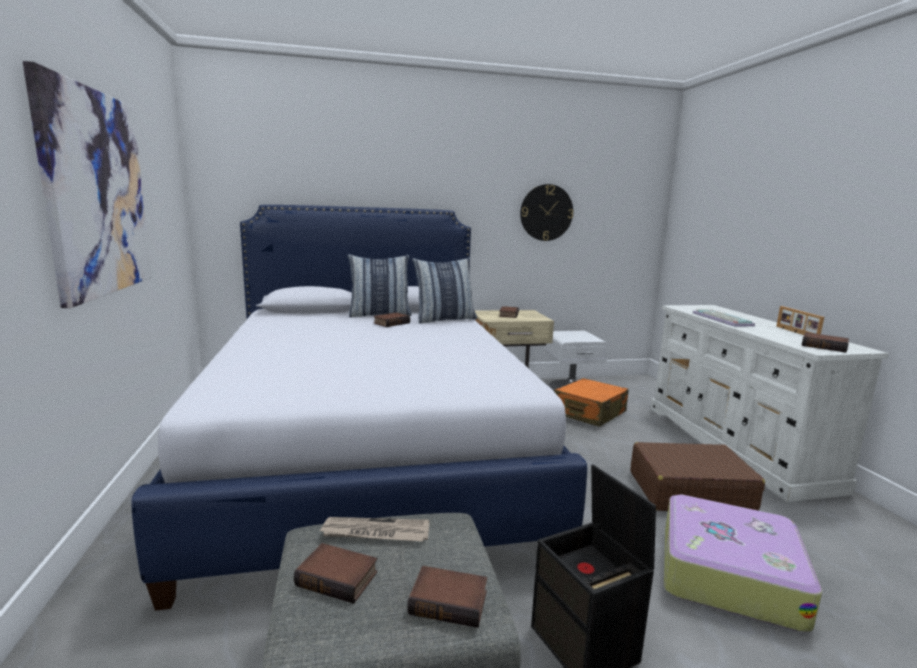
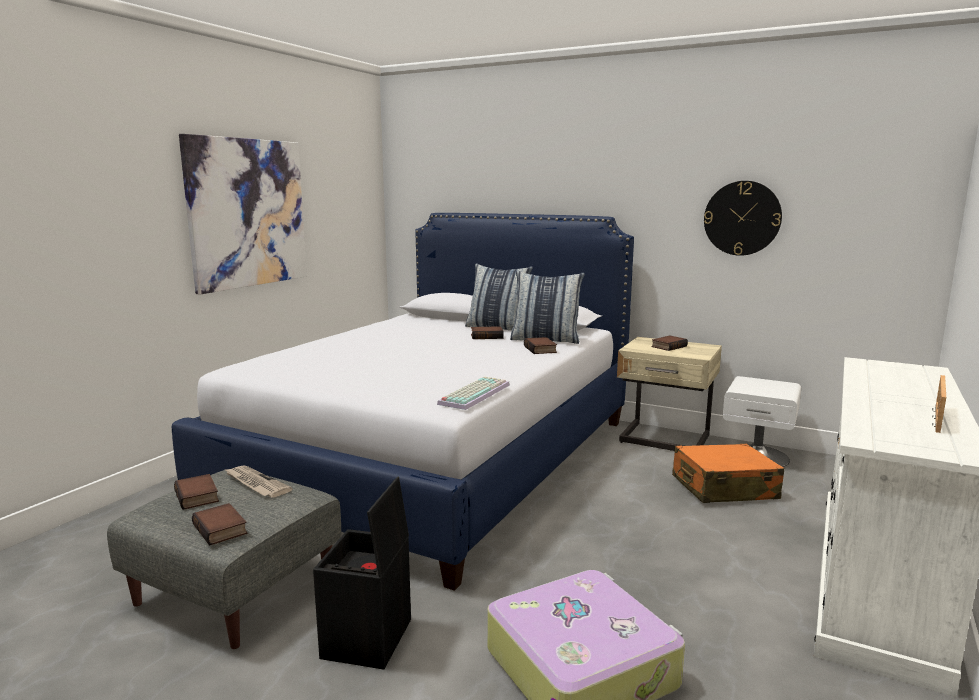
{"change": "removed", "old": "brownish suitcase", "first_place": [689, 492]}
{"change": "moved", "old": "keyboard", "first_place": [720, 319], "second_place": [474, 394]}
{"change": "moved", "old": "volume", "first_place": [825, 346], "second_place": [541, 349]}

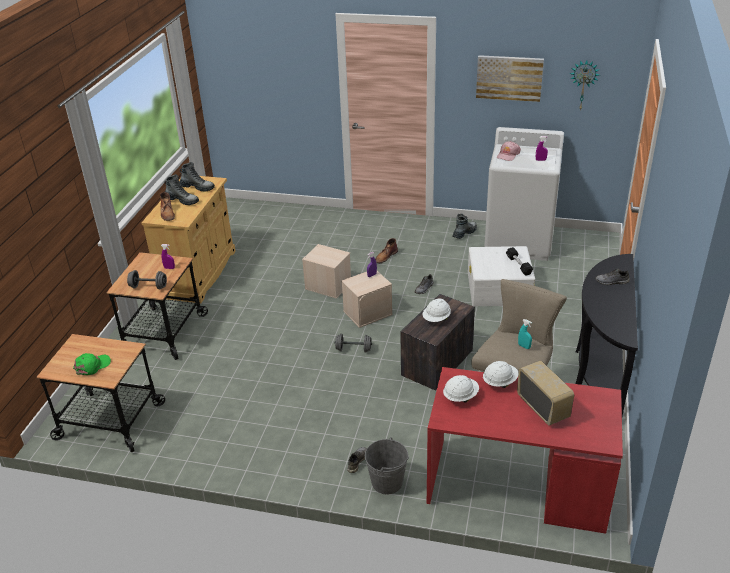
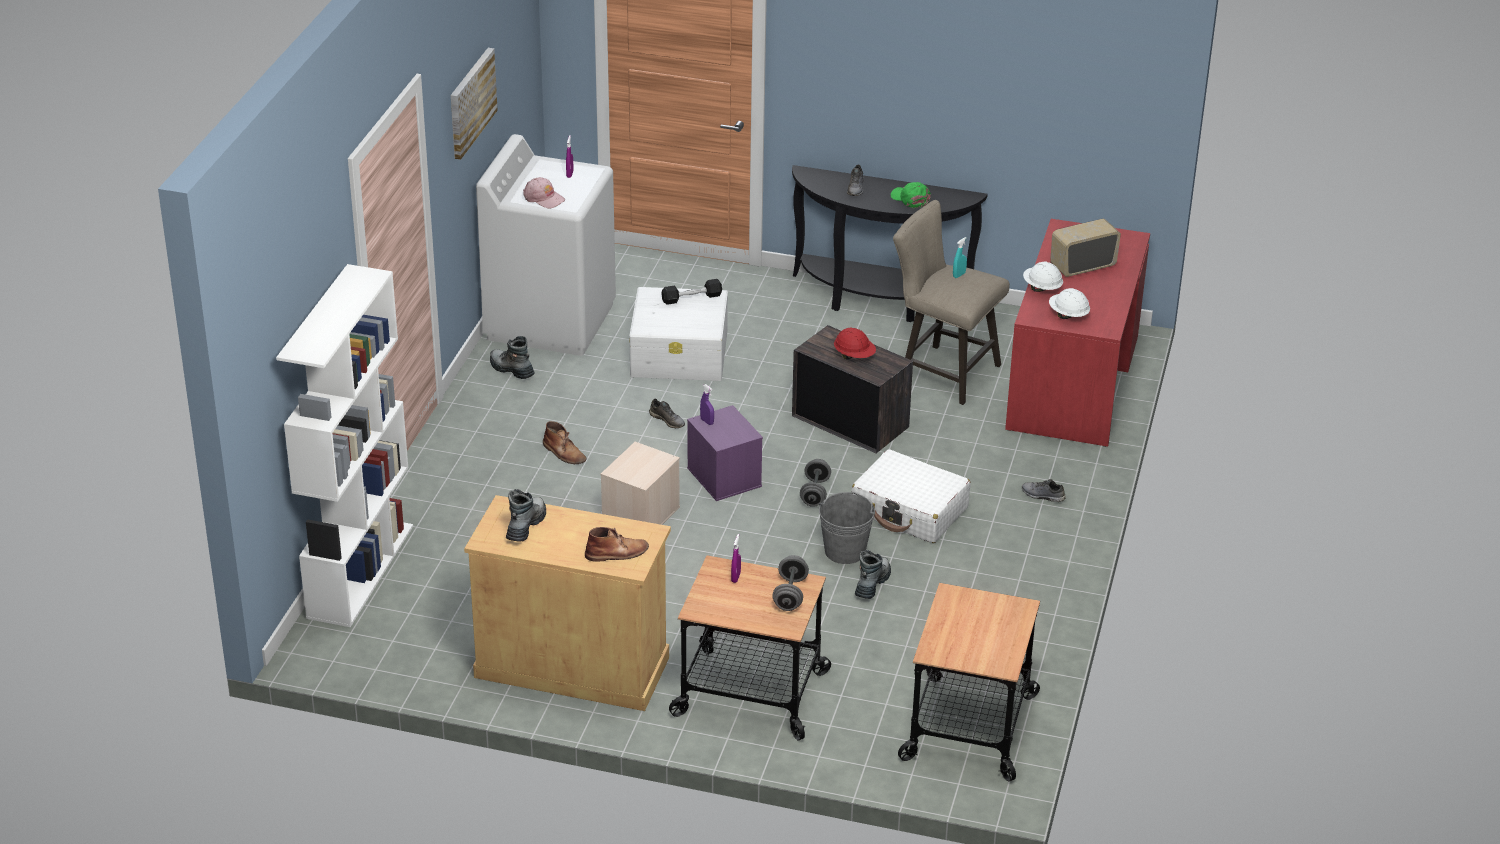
{"change": "removed", "old": "hanging clock", "first_place": [583, 84]}
{"change": "added", "new": "white-coloured bookshelf", "second_place": [360, 570]}
{"change": "added", "new": "white-coloured suitcase", "second_place": [910, 510]}
{"change": "moved", "old": "green cap", "first_place": [92, 366], "second_place": [910, 199]}
{"change": "moved", "old": "high-top boot", "first_place": [182, 200], "second_place": [872, 583]}
{"change": "moved", "old": "gray bucket", "first_place": [387, 482], "second_place": [845, 551]}
{"change": "recoloured", "old": "beige storage bin", "new": "purple storage bin", "first_place": [368, 312], "second_place": [723, 477]}
{"change": "recoloured", "old": "white-coloured safety helmet", "new": "red-coloured safety helmet", "first_place": [436, 319], "second_place": [854, 356]}

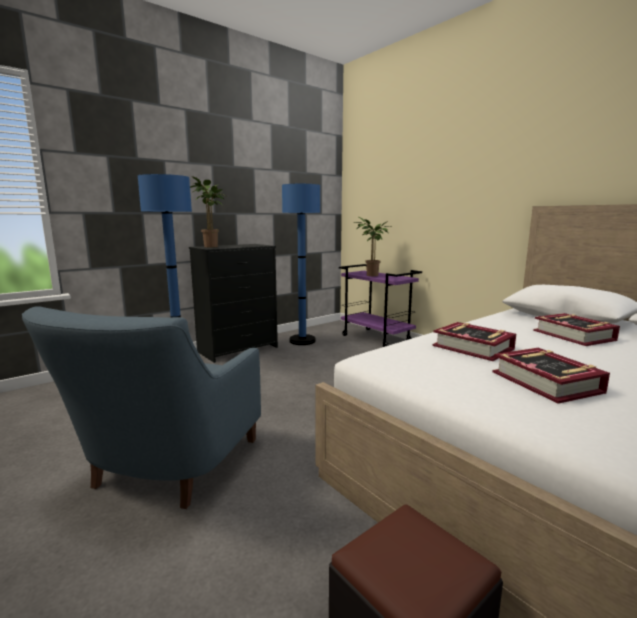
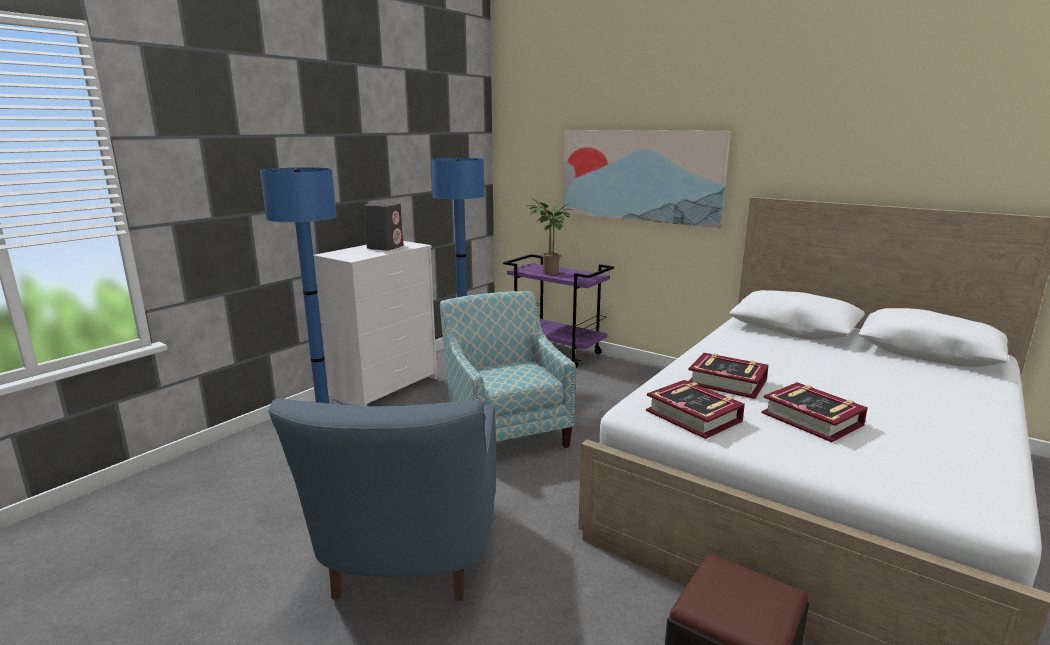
{"change": "removed", "old": "potted plant", "first_place": [211, 247]}
{"change": "added", "new": "gray speaker", "second_place": [385, 247]}
{"change": "added", "new": "armchair", "second_place": [506, 431]}
{"change": "added", "new": "wall art", "second_place": [639, 175]}
{"change": "moved", "old": "volume", "first_place": [574, 335], "second_place": [693, 416]}
{"change": "recoloured", "old": "blackish drawer chest", "new": "white-coloured drawer chest", "first_place": [238, 349], "second_place": [385, 387]}

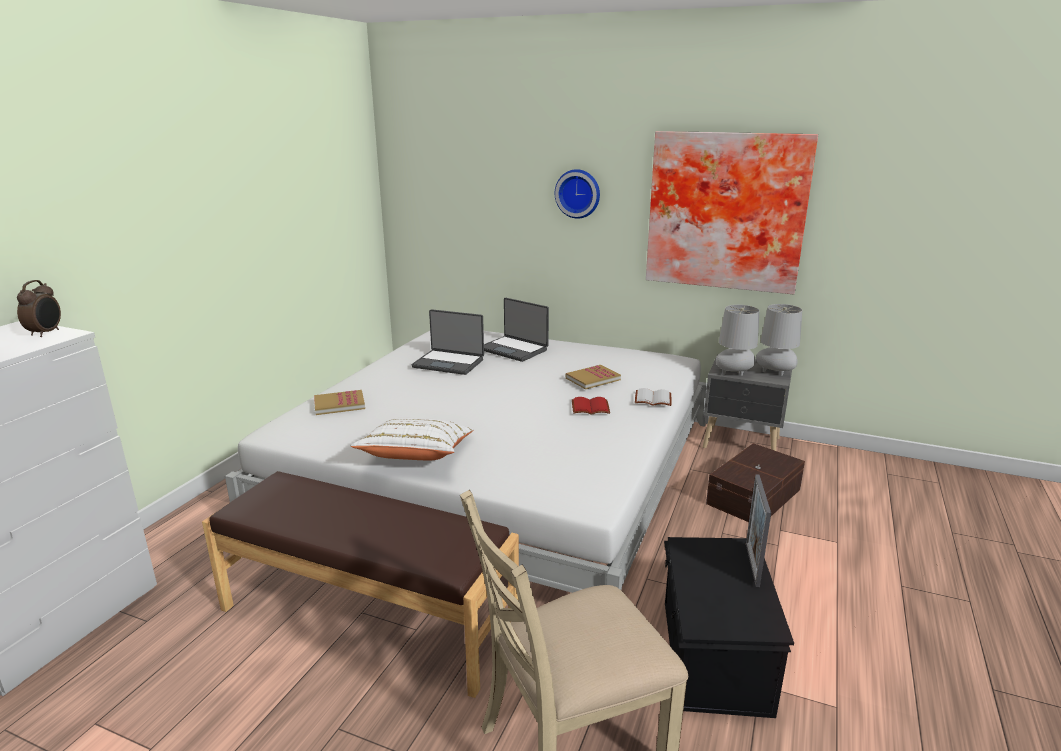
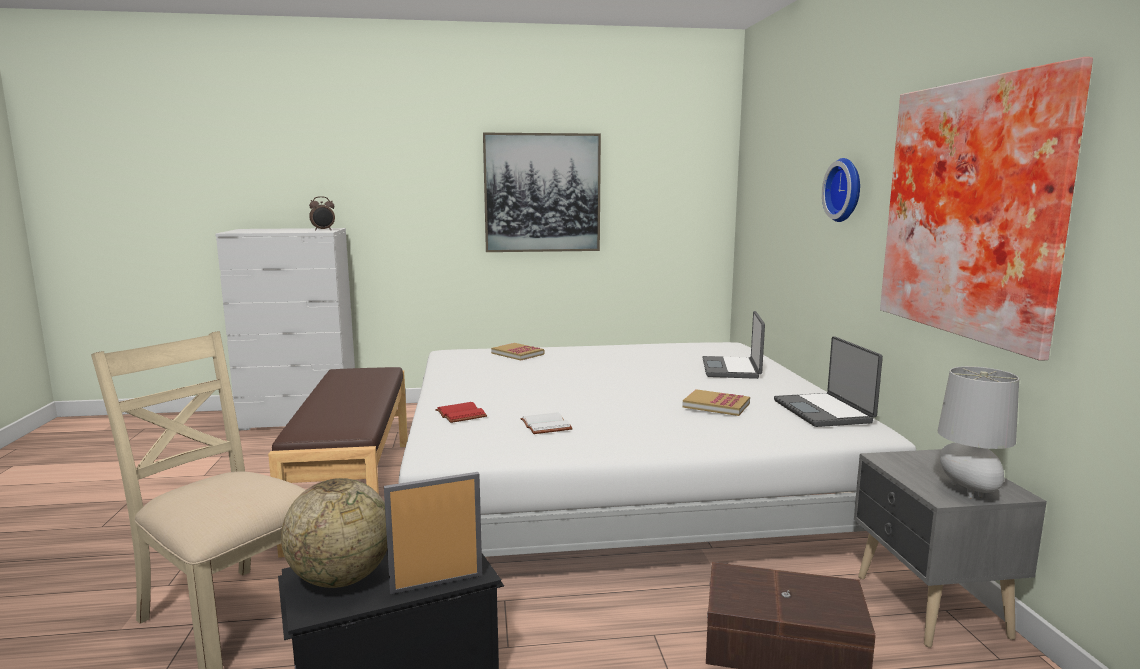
{"change": "removed", "old": "white-coloured cushion", "first_place": [416, 457]}
{"change": "removed", "old": "gray table lamp", "first_place": [734, 374]}
{"change": "added", "new": "desk globe", "second_place": [341, 579]}
{"change": "added", "new": "wall art", "second_place": [542, 193]}
{"change": "moved", "old": "notebook computer", "first_place": [449, 363], "second_place": [824, 411]}
{"change": "moved", "old": "red-coloured volume", "first_place": [589, 408], "second_place": [459, 414]}
{"change": "moved", "old": "white-coloured volume", "first_place": [653, 399], "second_place": [547, 425]}

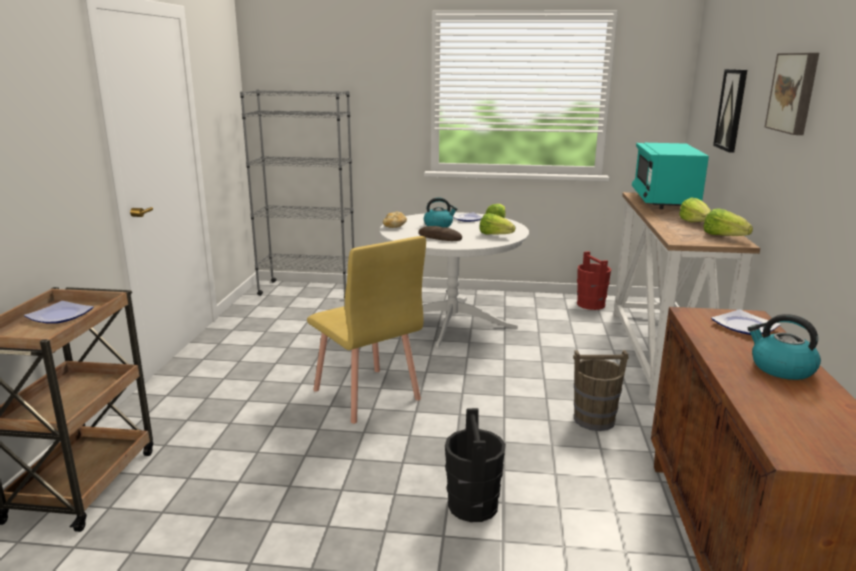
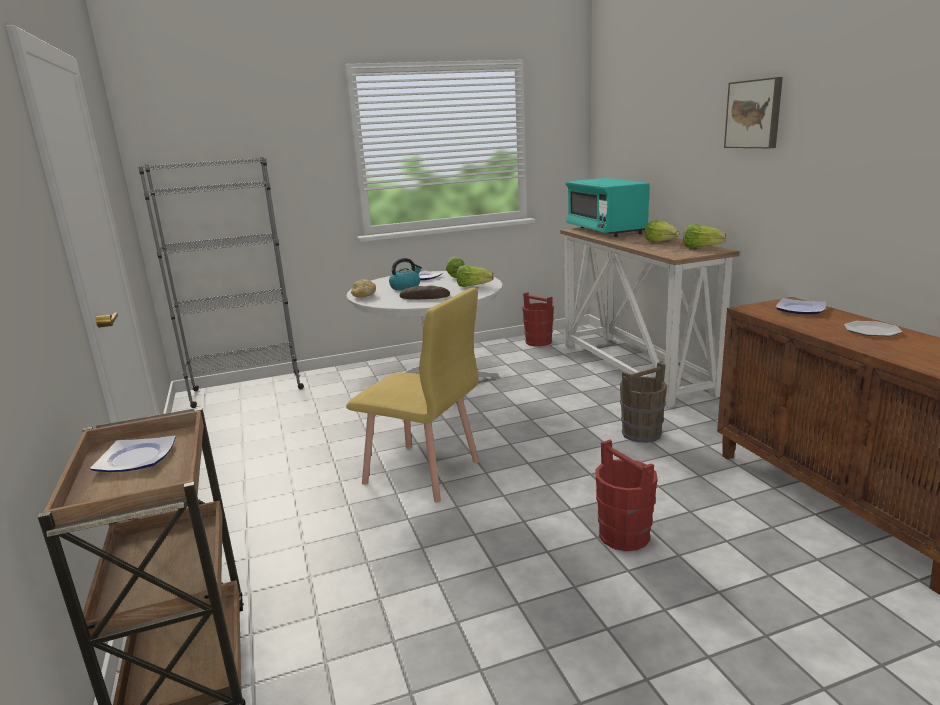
{"change": "removed", "old": "wall art", "first_place": [731, 110]}
{"change": "replaced", "old": "water kettle", "new": "flat dish", "first_place": [781, 368], "second_place": [872, 331]}
{"change": "recoloured", "old": "blackish bucket", "new": "red-coloured bucket", "first_place": [473, 505], "second_place": [624, 536]}

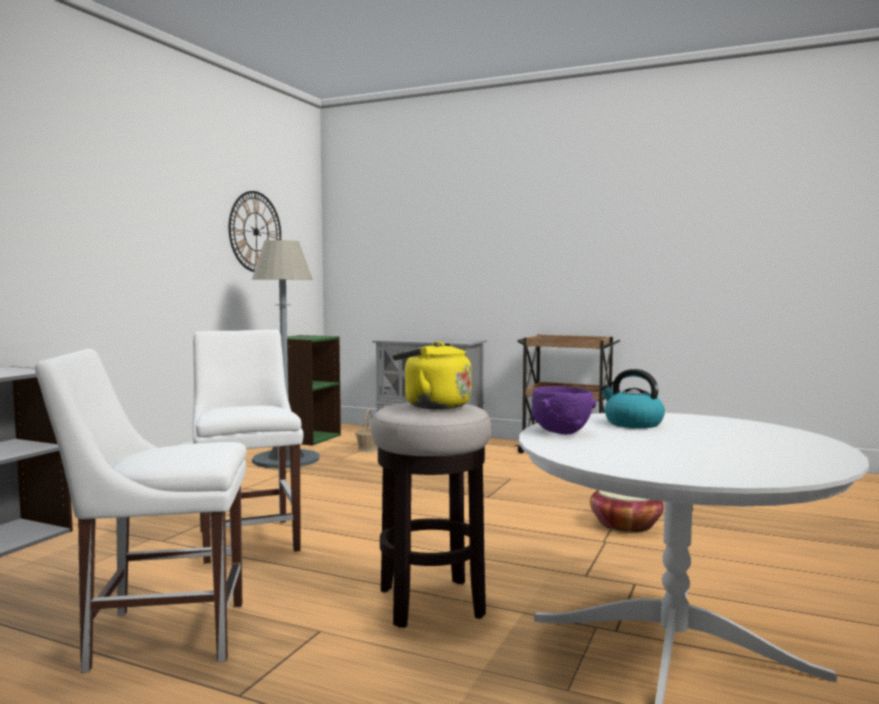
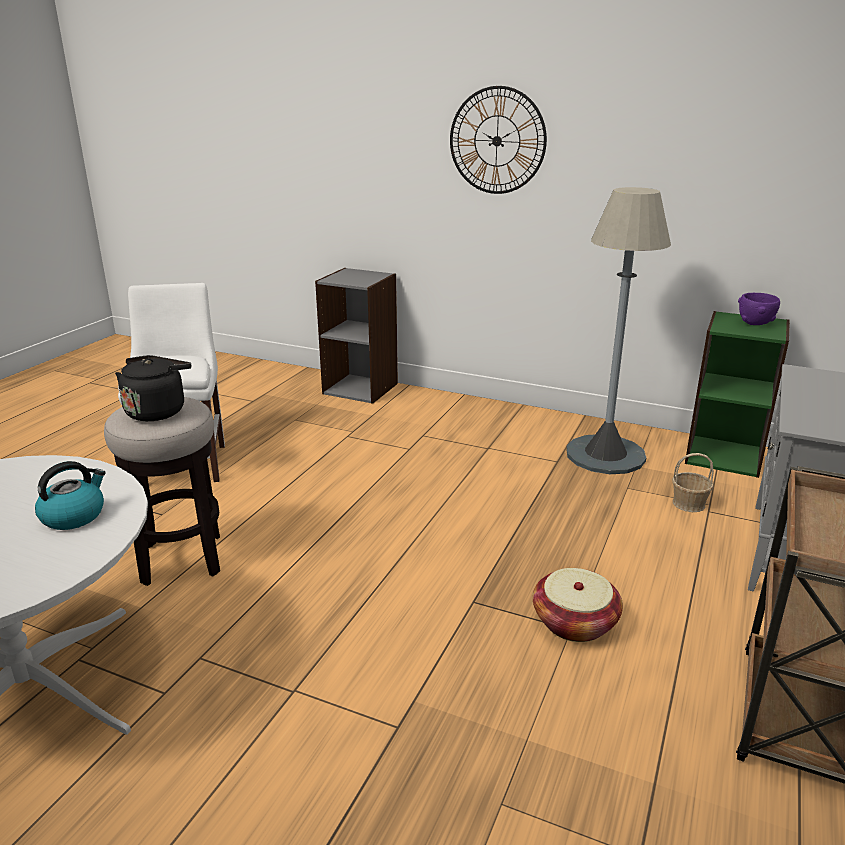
{"change": "removed", "old": "white-coloured plain chair", "first_place": [248, 538]}
{"change": "moved", "old": "hanging clock", "first_place": [255, 232], "second_place": [497, 141]}
{"change": "moved", "old": "purple deep dish", "first_place": [561, 432], "second_place": [755, 323]}
{"change": "moved", "old": "basket", "first_place": [625, 525], "second_place": [574, 622]}
{"change": "recoloured", "old": "yellow water kettle", "new": "blackish water kettle", "first_place": [432, 405], "second_place": [157, 411]}

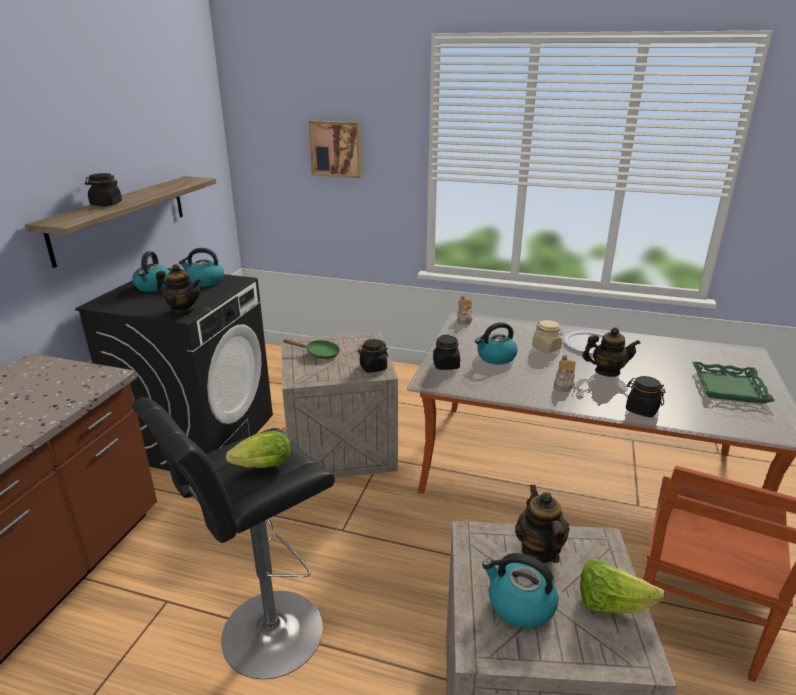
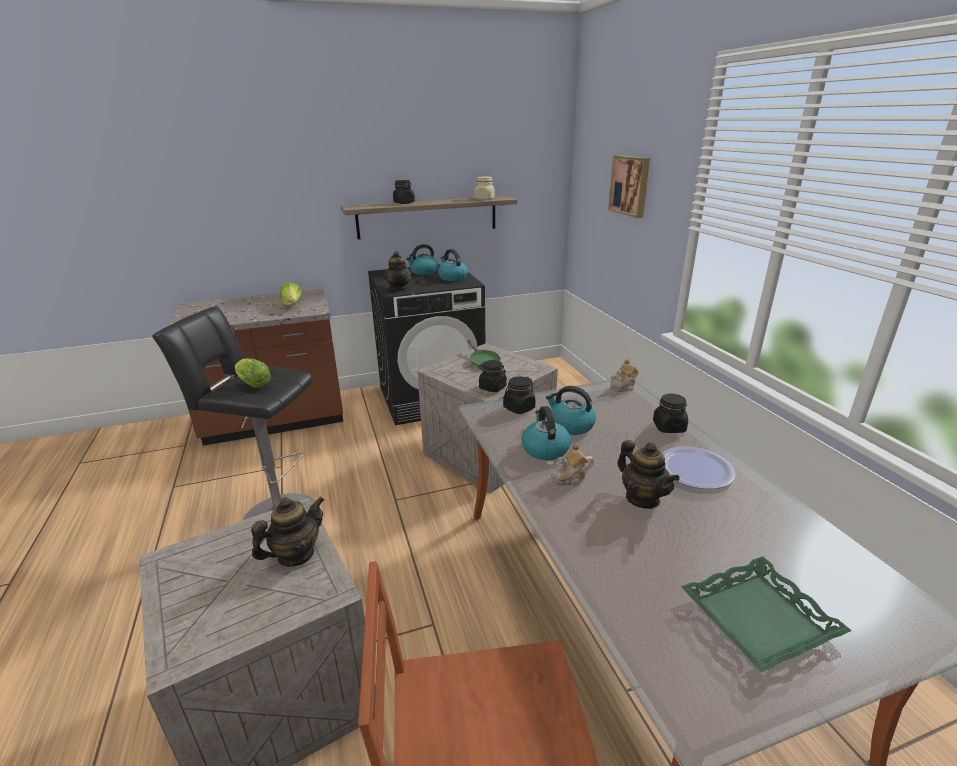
{"change": "moved", "old": "water kettle", "first_place": [519, 605], "second_place": [544, 449]}
{"change": "moved", "old": "beige jar", "first_place": [546, 348], "second_place": [484, 199]}
{"change": "moved", "old": "lettuce", "first_place": [610, 604], "second_place": [293, 306]}
{"change": "moved", "old": "blackish jar", "first_place": [641, 410], "second_place": [668, 427]}

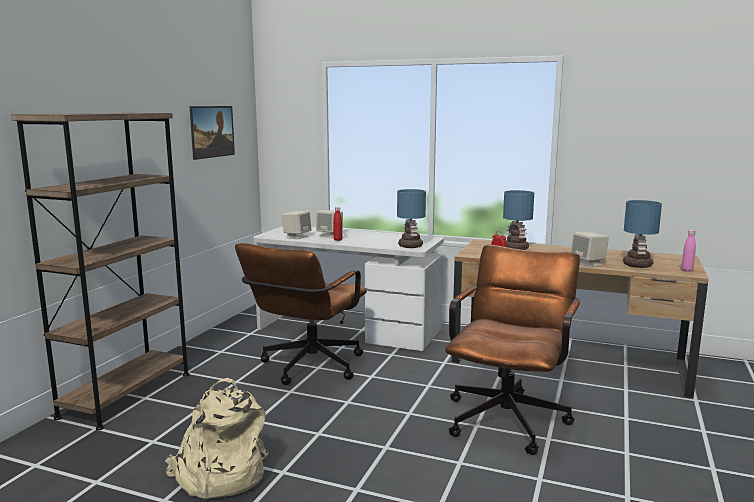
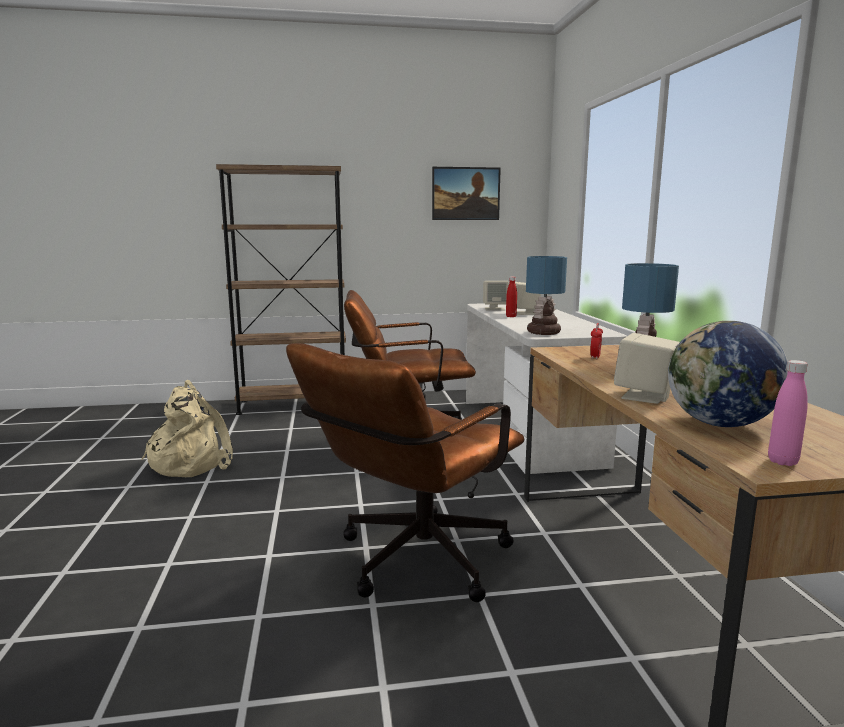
{"change": "replaced", "old": "table lamp", "new": "desk globe", "first_place": [638, 265], "second_place": [720, 424]}
{"change": "turned", "old": "brownish desk chair", "first_place": [509, 415], "second_place": [412, 563], "degrees": 135}

